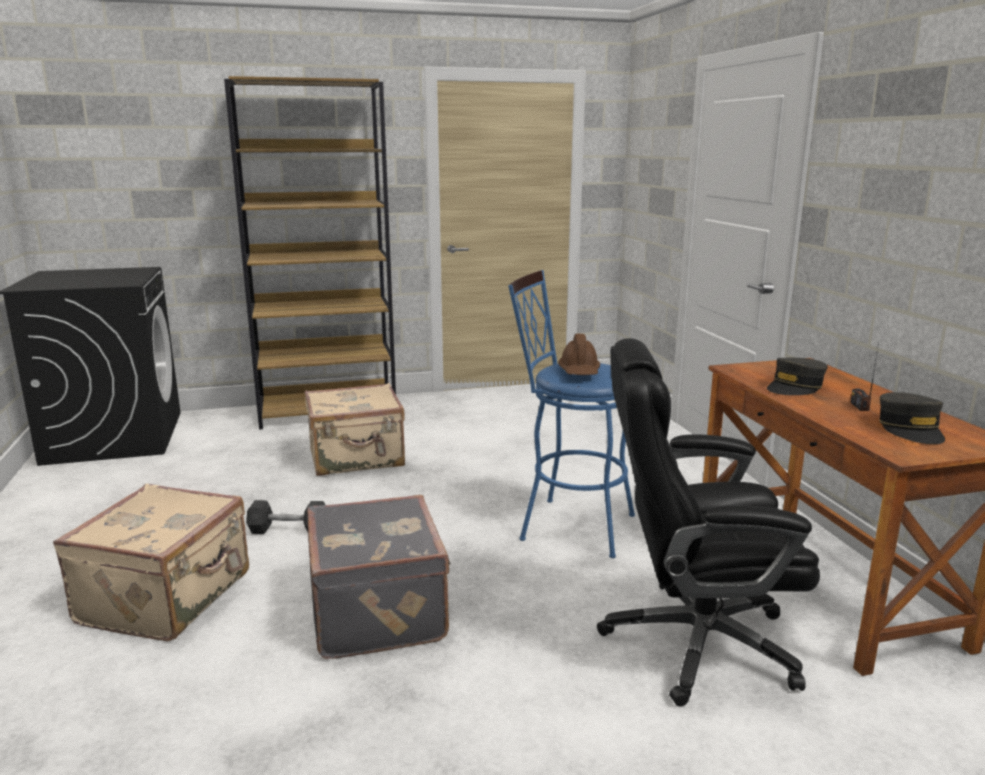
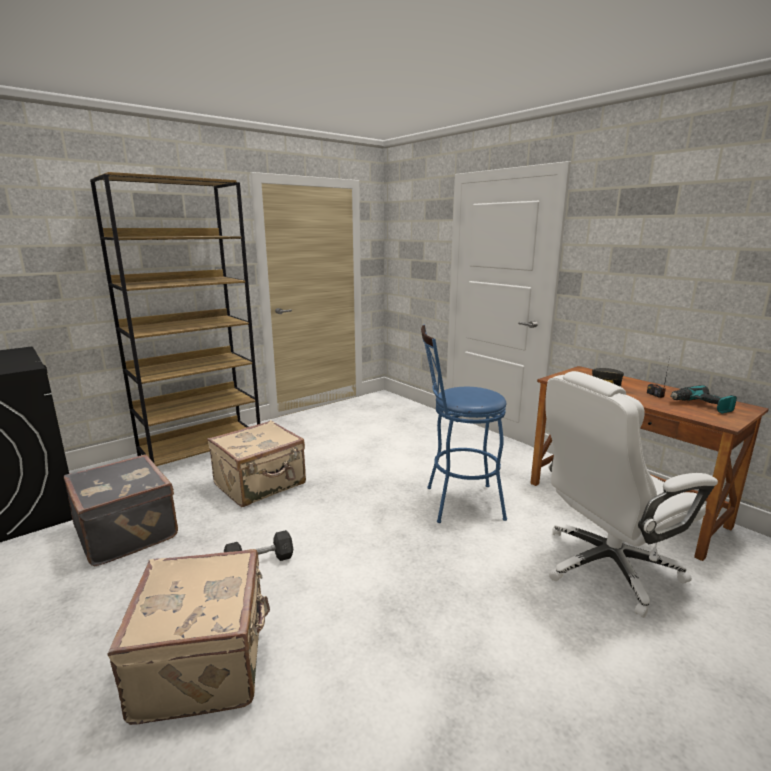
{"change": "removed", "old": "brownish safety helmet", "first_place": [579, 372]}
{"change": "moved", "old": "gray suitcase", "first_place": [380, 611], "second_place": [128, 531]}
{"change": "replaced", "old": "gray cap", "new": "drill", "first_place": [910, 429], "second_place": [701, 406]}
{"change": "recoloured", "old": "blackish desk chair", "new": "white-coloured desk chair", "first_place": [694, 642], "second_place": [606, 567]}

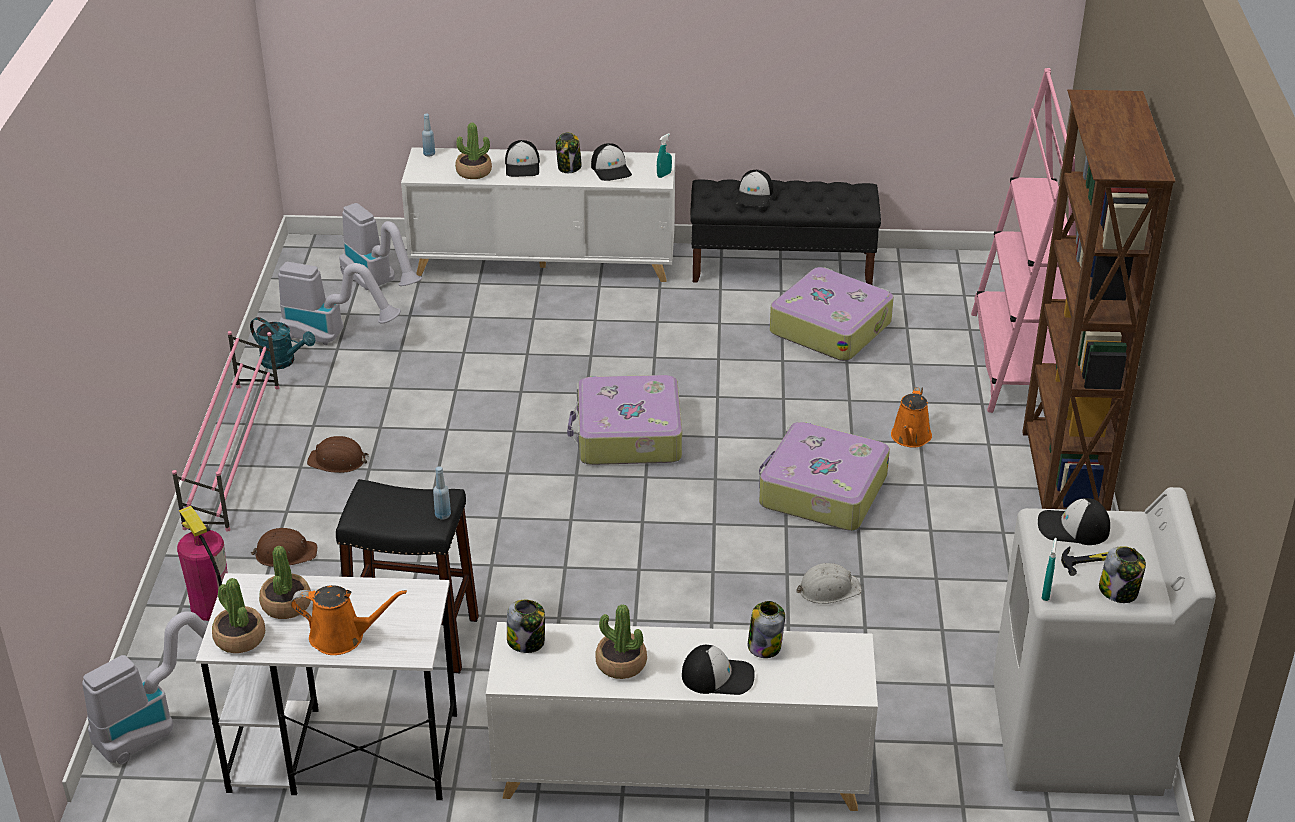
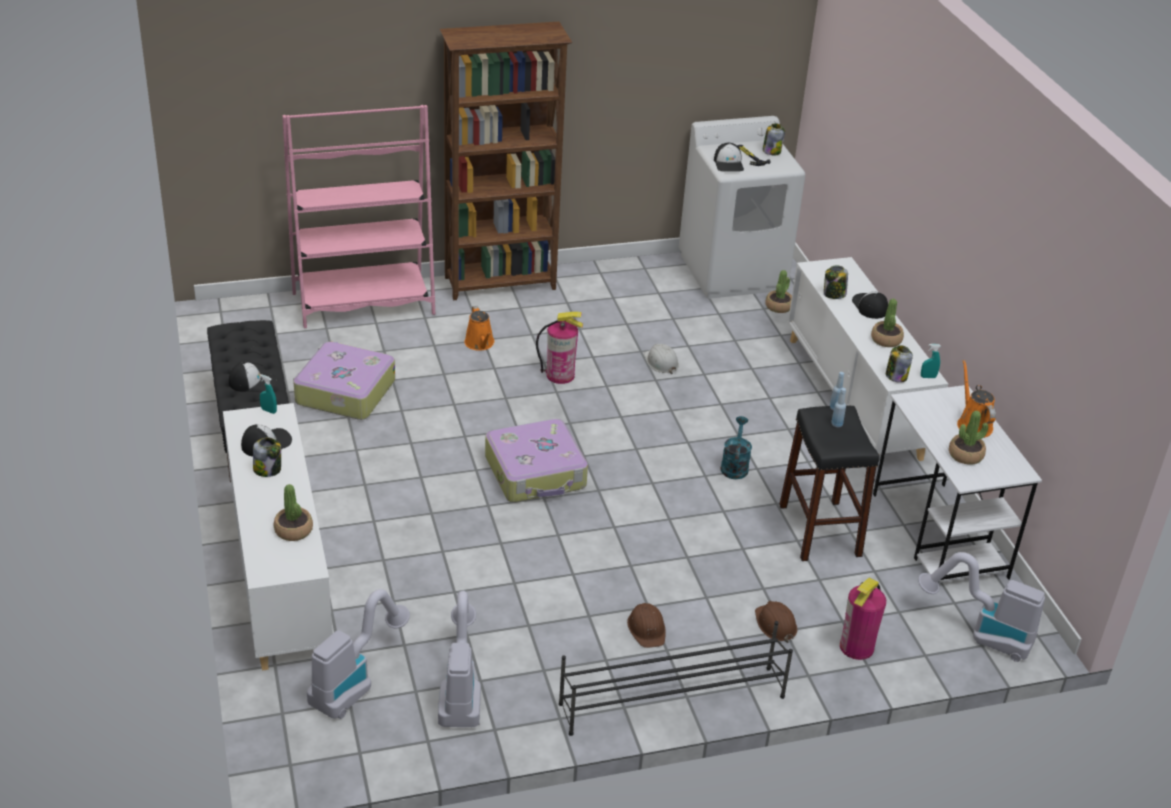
{"change": "removed", "old": "cap", "first_place": [523, 166]}
{"change": "moved", "old": "potted plant", "first_place": [239, 638], "second_place": [778, 307]}
{"change": "moved", "old": "blue-green watering pot", "first_place": [283, 362], "second_place": [734, 465]}
{"change": "moved", "old": "blue-coloured beverage bottle", "first_place": [429, 154], "second_place": [837, 424]}
{"change": "moved", "old": "blue-green spray bottle", "first_place": [1046, 593], "second_place": [928, 377]}
{"change": "replaced", "old": "suitcase", "new": "fire extinguisher", "first_place": [821, 491], "second_place": [560, 375]}
{"change": "recoloured", "old": "pinkish shoe shelf", "new": "blackish shoe shelf", "first_place": [234, 454], "second_place": [671, 700]}
{"change": "turned", "old": "orange-coloured watering pot", "first_place": [910, 438], "second_place": [480, 344], "degrees": 75}

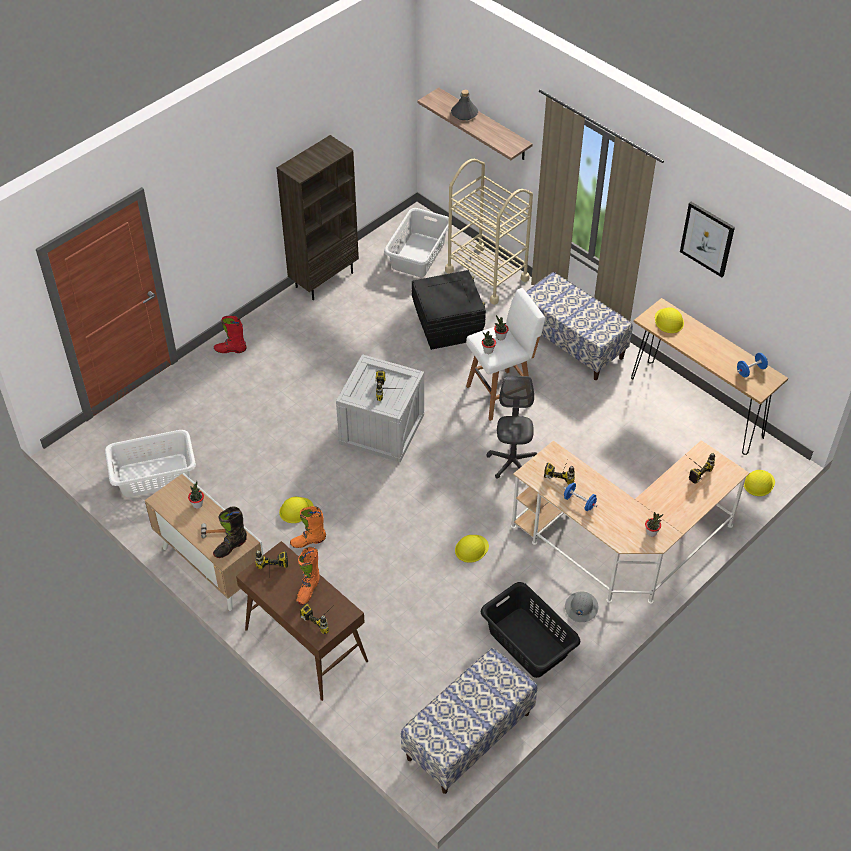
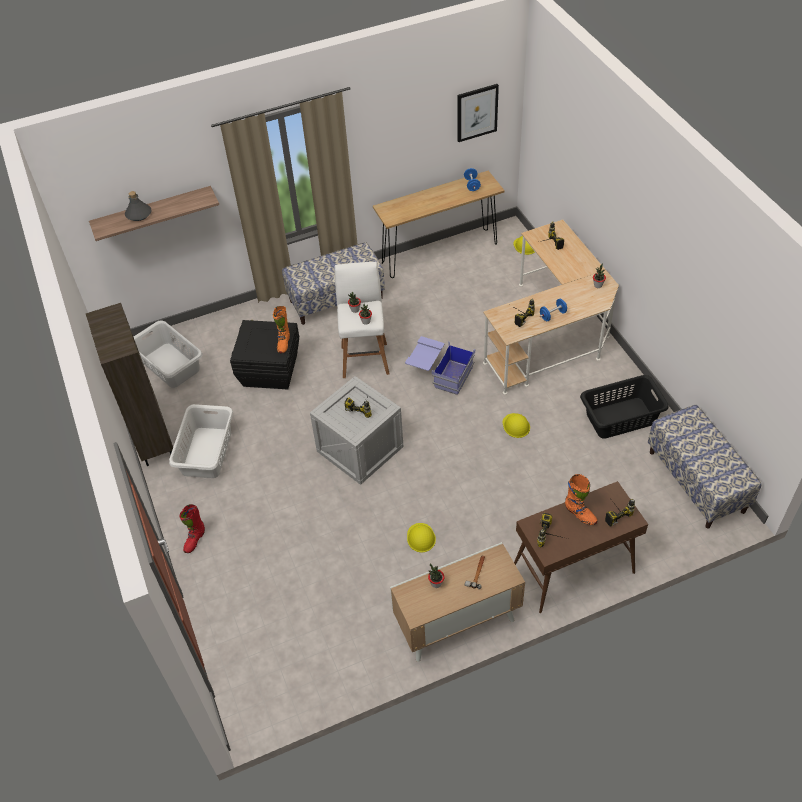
{"change": "removed", "old": "blackish high-top boot", "first_place": [230, 547]}
{"change": "removed", "old": "beige trolley", "first_place": [487, 275]}
{"change": "removed", "old": "gray safety helmet", "first_place": [581, 607]}
{"change": "removed", "old": "yellow safety helmet", "first_place": [669, 321]}
{"change": "moved", "old": "white-coloured hamper", "first_place": [153, 475], "second_place": [206, 453]}
{"change": "moved", "old": "orange-coloured high-top boot", "first_place": [308, 541], "second_place": [283, 343]}
{"change": "moved", "old": "wall art", "first_place": [707, 239], "second_place": [477, 112]}
{"change": "replaced", "old": "gray desk chair", "new": "blue-coloured storage bin", "first_place": [512, 462], "second_place": [440, 373]}

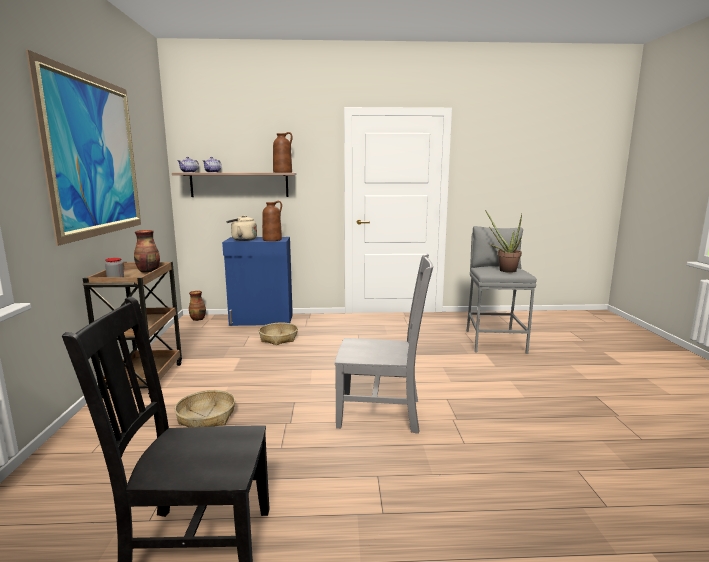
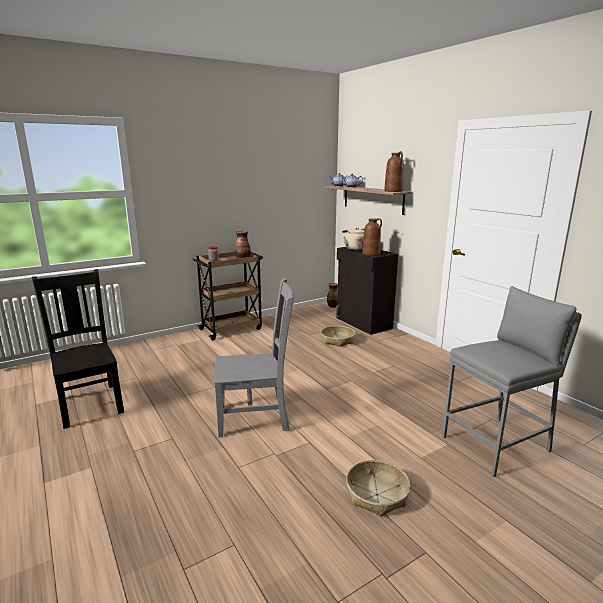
{"change": "removed", "old": "wall art", "first_place": [95, 156]}
{"change": "removed", "old": "potted plant", "first_place": [504, 270]}
{"change": "moved", "old": "basket", "first_place": [206, 417], "second_place": [377, 494]}
{"change": "recoloured", "old": "blue-coloured storage cabinet", "new": "blackish storage cabinet", "first_place": [262, 320], "second_place": [363, 323]}
{"change": "turned", "old": "gray plain chair", "first_place": [382, 413], "second_place": [256, 417], "degrees": -75}

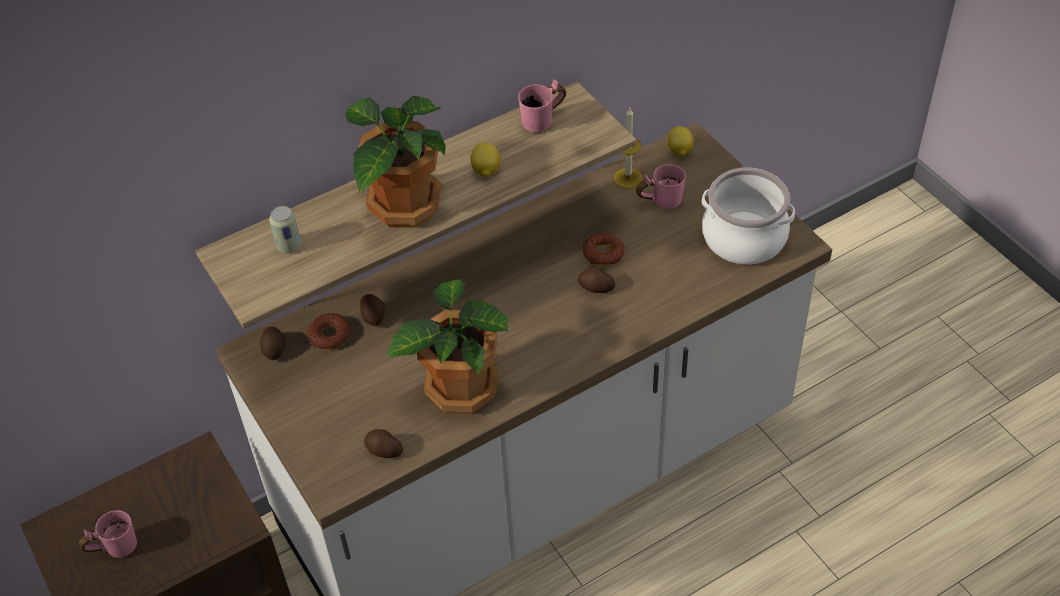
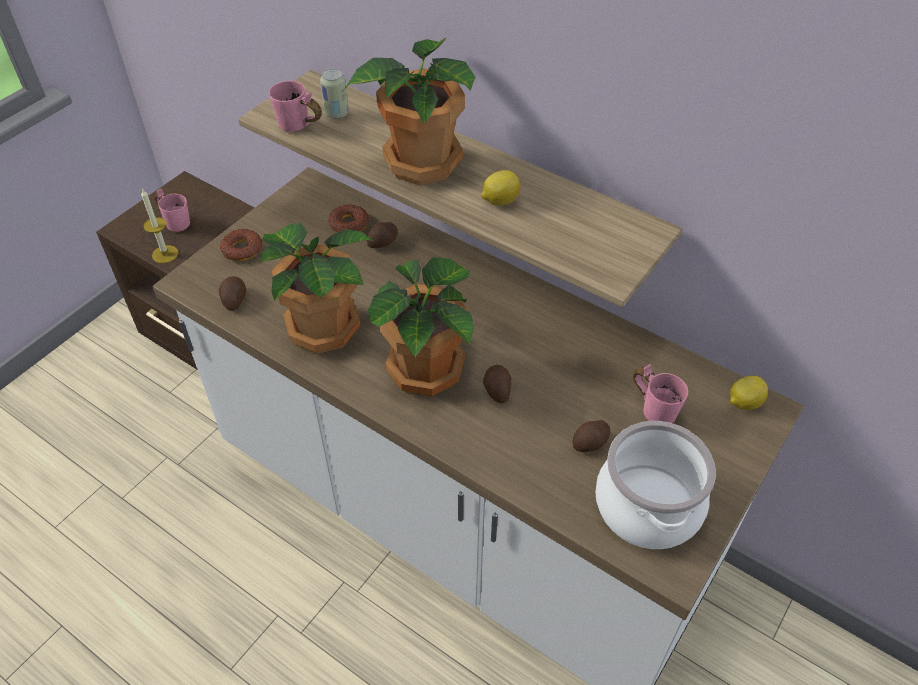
{"change": "added", "new": "potted plant", "second_place": [429, 369]}
{"change": "moved", "old": "potato", "first_place": [274, 349], "second_place": [591, 443]}
{"change": "moved", "old": "pinkish tea mug", "first_place": [545, 123], "second_place": [297, 129]}
{"change": "moved", "old": "donut", "first_place": [603, 253], "second_place": [242, 249]}
{"change": "moved", "old": "wax candle", "first_place": [628, 178], "second_place": [165, 254]}

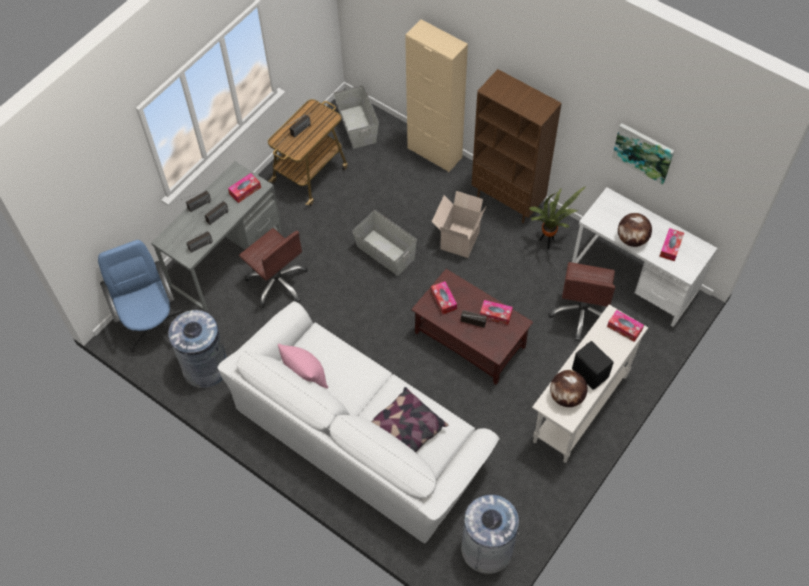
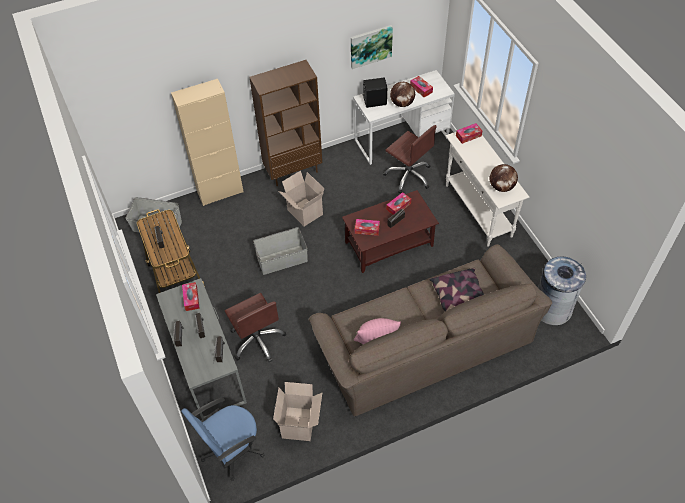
{"change": "removed", "old": "potted plant", "first_place": [548, 243]}
{"change": "moved", "old": "blackish speaker", "first_place": [590, 372], "second_place": [374, 101]}
{"change": "replaced", "old": "gray waste bin", "new": "carton", "first_place": [206, 367], "second_place": [299, 424]}
{"change": "recoloured", "old": "white-coloured couch", "new": "brownish couch", "first_place": [361, 434], "second_place": [424, 343]}
{"change": "turned", "old": "blue-coloured desk chair", "first_place": [152, 324], "second_place": [231, 449], "degrees": -45}
{"change": "turned", "old": "brownish desk chair", "first_place": [277, 282], "second_place": [257, 340], "degrees": 75}

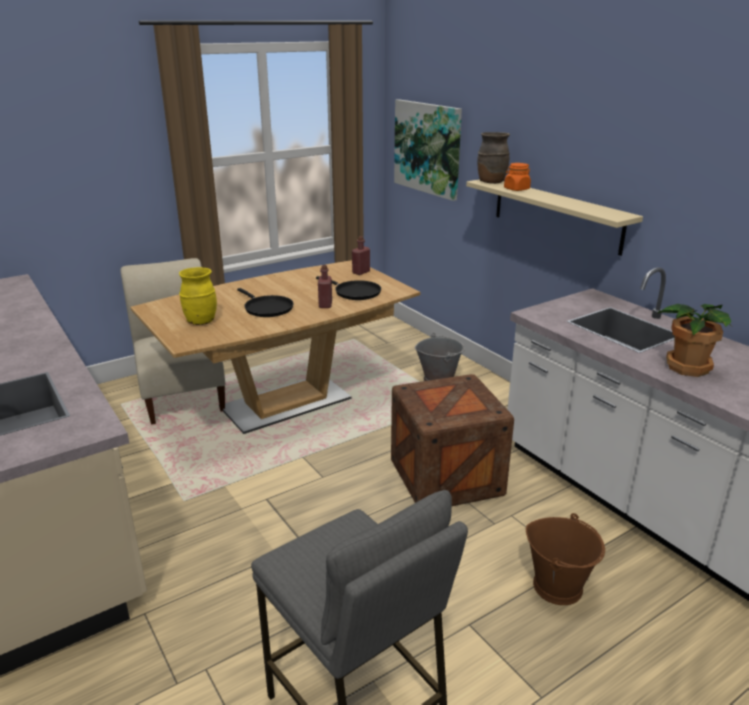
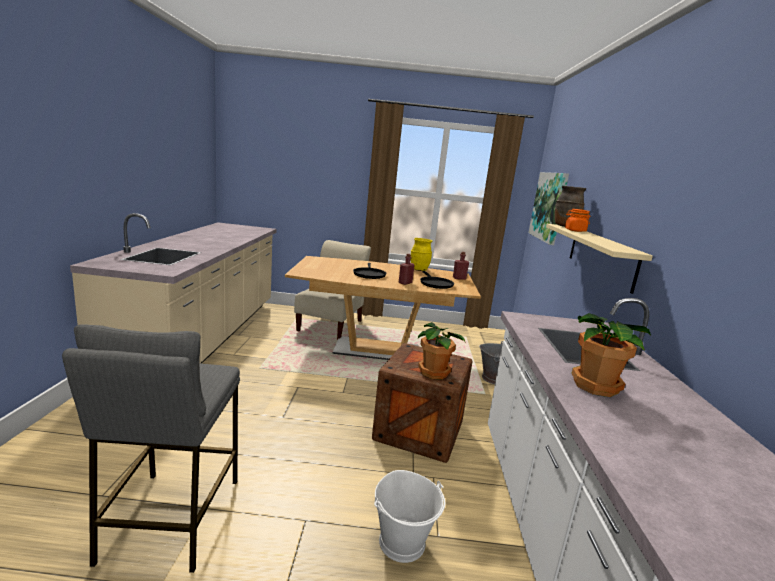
{"change": "added", "new": "potted plant", "second_place": [434, 372]}
{"change": "moved", "old": "yellow vase", "first_place": [200, 321], "second_place": [419, 270]}
{"change": "recoloured", "old": "brownish bucket", "new": "white-coloured bucket", "first_place": [558, 586], "second_place": [402, 542]}

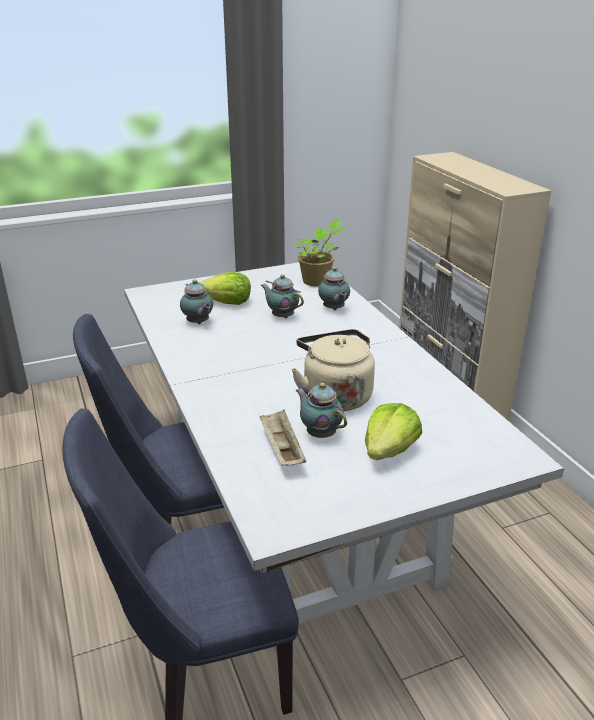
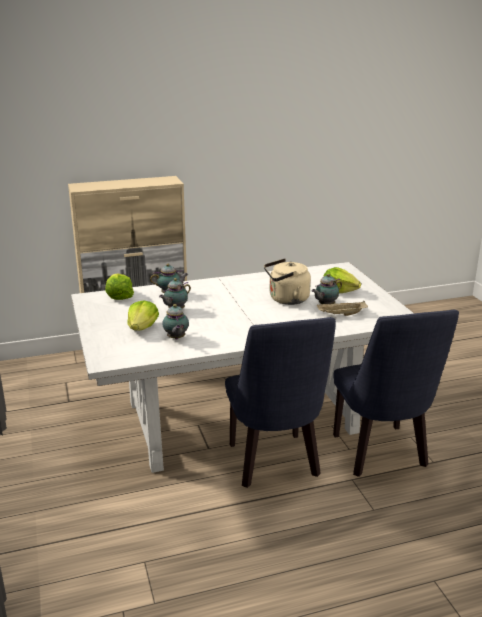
{"change": "replaced", "old": "potted plant", "new": "lettuce", "first_place": [317, 282], "second_place": [119, 296]}
{"change": "turned", "old": "pot for tea", "first_place": [198, 323], "second_place": [176, 338], "degrees": 105}

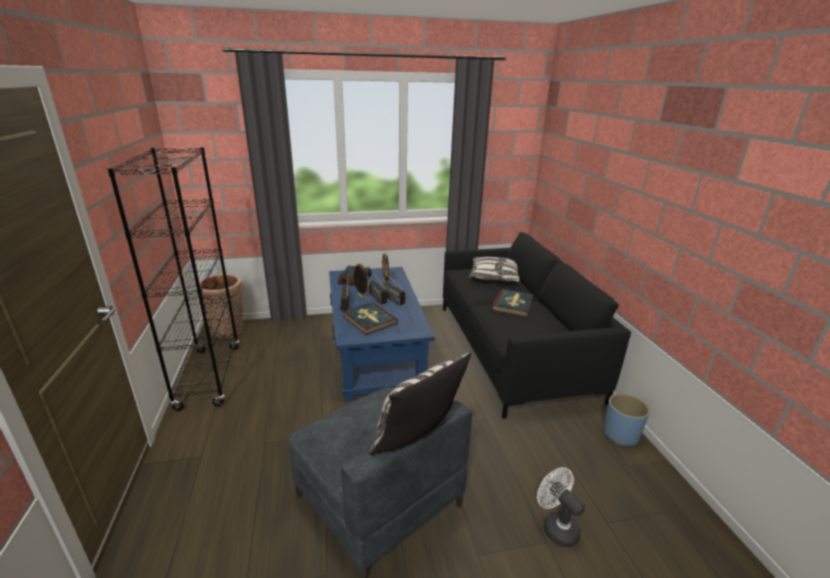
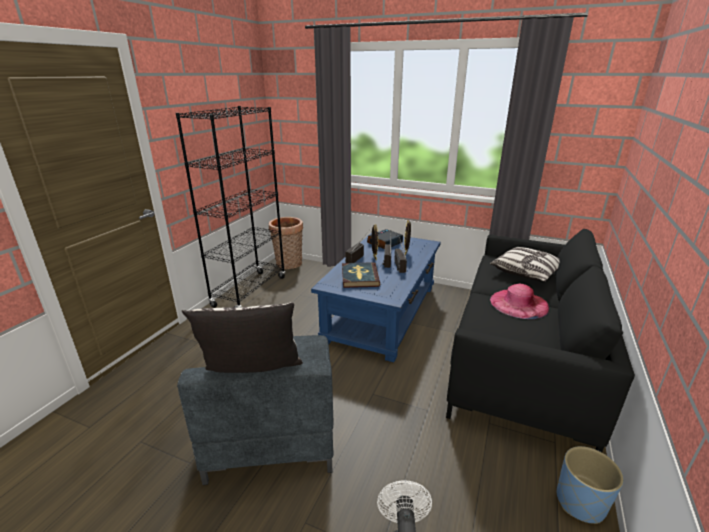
{"change": "replaced", "old": "volume", "new": "pinkish wearable hat", "first_place": [513, 305], "second_place": [519, 303]}

